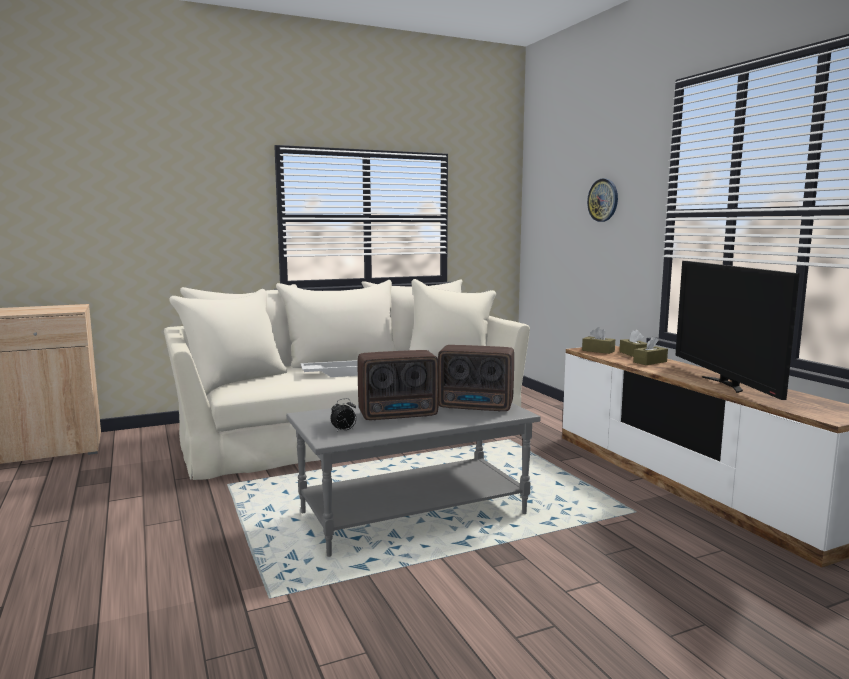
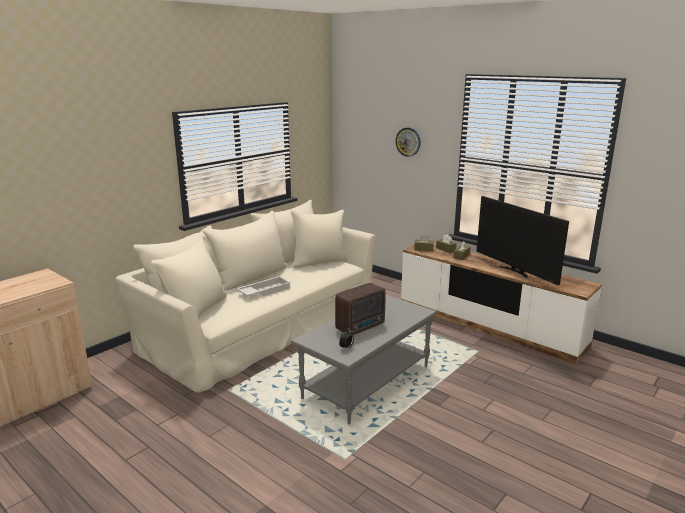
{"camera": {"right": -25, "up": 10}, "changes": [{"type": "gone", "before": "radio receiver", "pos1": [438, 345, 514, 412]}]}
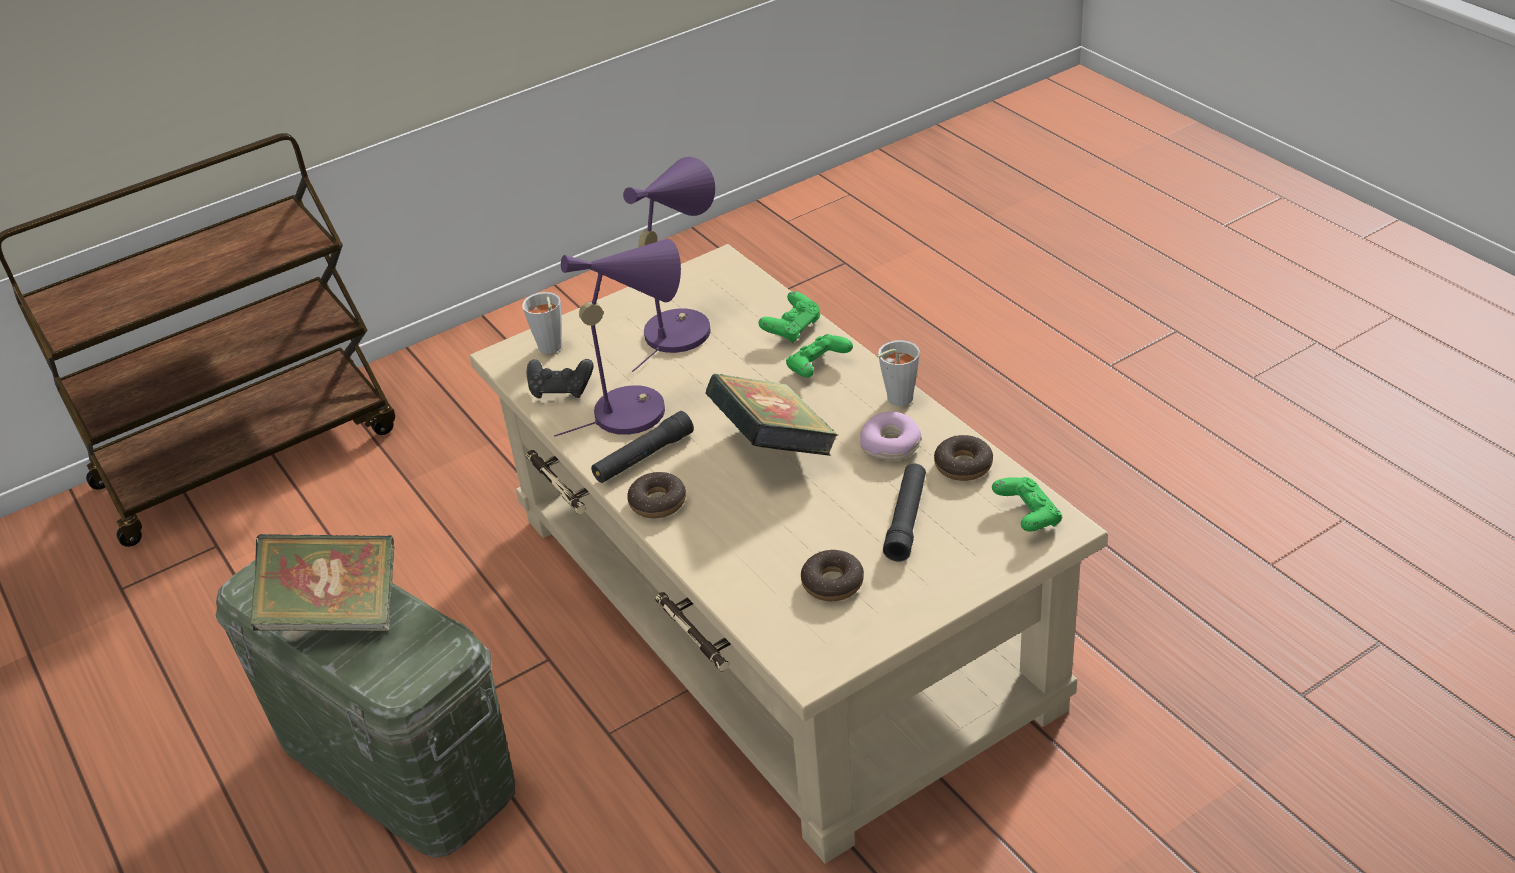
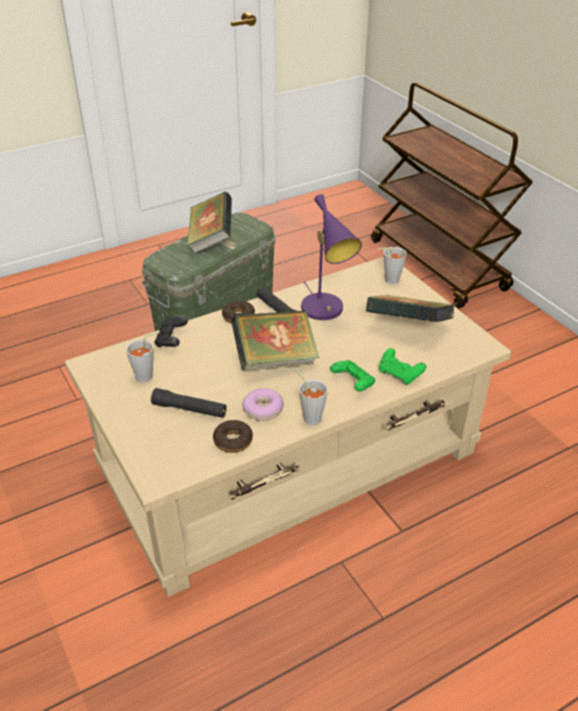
{"camera": {"right": 90, "up": 0}, "changes": [{"type": "swapped", "before": "tabletop lamp/purple", "after": "book", "pos1": [623, 157, 715, 372], "pos2": [366, 295, 455, 322]}, {"type": "shifted", "before": "game controller/black", "pos1": [527, 359, 593, 398], "pos2": [154, 317, 188, 348]}, {"type": "gone", "before": "game controller/greenish", "pos1": [992, 477, 1062, 532]}, {"type": "swapped", "before": "ring doughnut", "after": "cup/gray", "pos1": [801, 550, 864, 601], "pos2": [126, 331, 160, 383]}]}
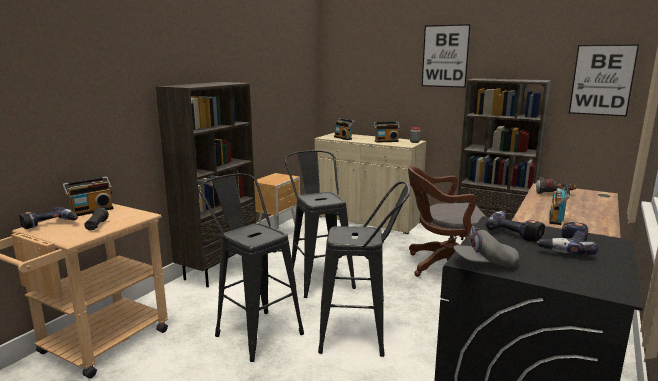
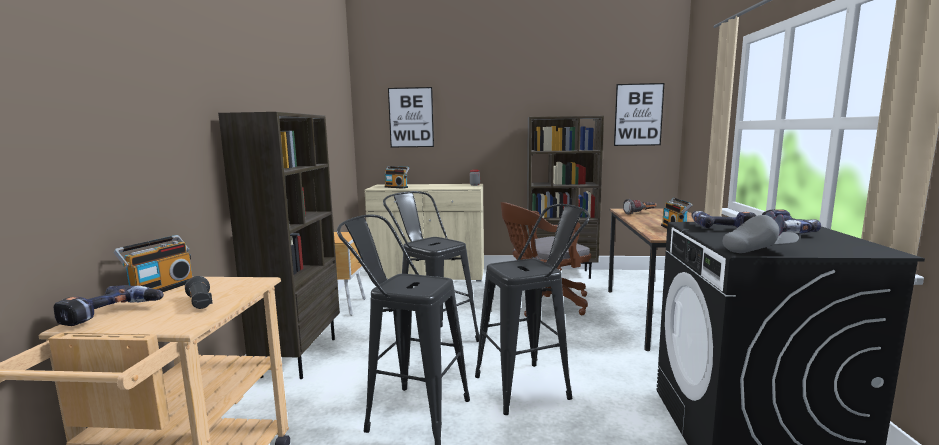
{"camera": {"right": -25, "up": -5}, "changes": [{"type": "shifted", "before": "wall picture", "pos1": [422, 24, 471, 88], "pos2": [388, 87, 434, 147]}, {"type": "gone", "before": "radio receiver", "pos1": [374, 121, 400, 143]}, {"type": "rotated", "before": "cap/gray", "pos1": [453, 226, 519, 268], "pos2": [723, 211, 799, 253], "turn": -150}]}
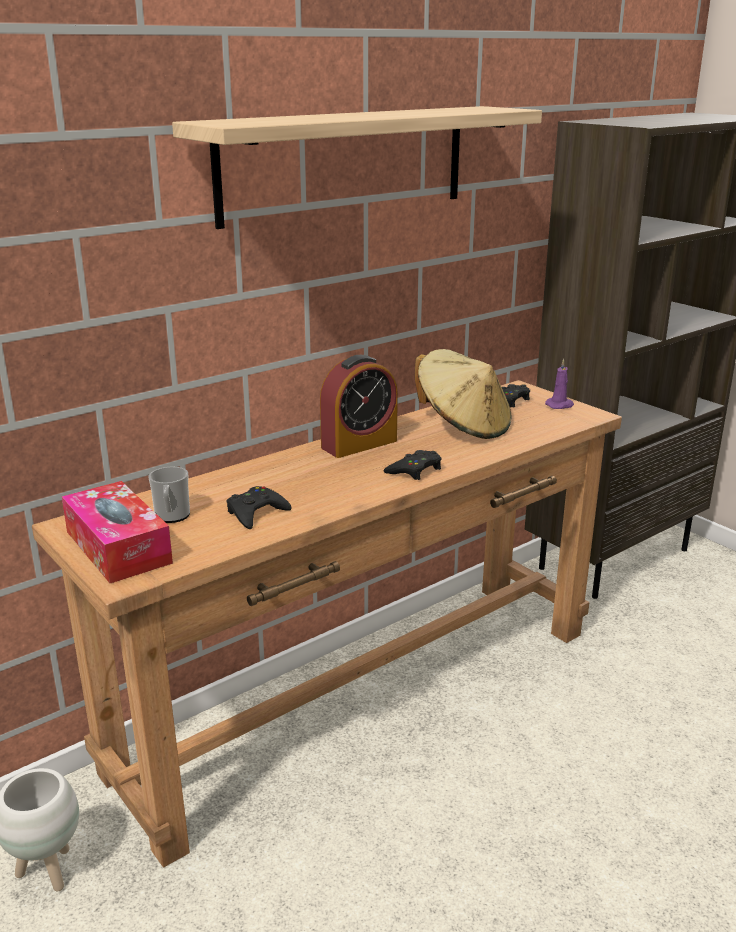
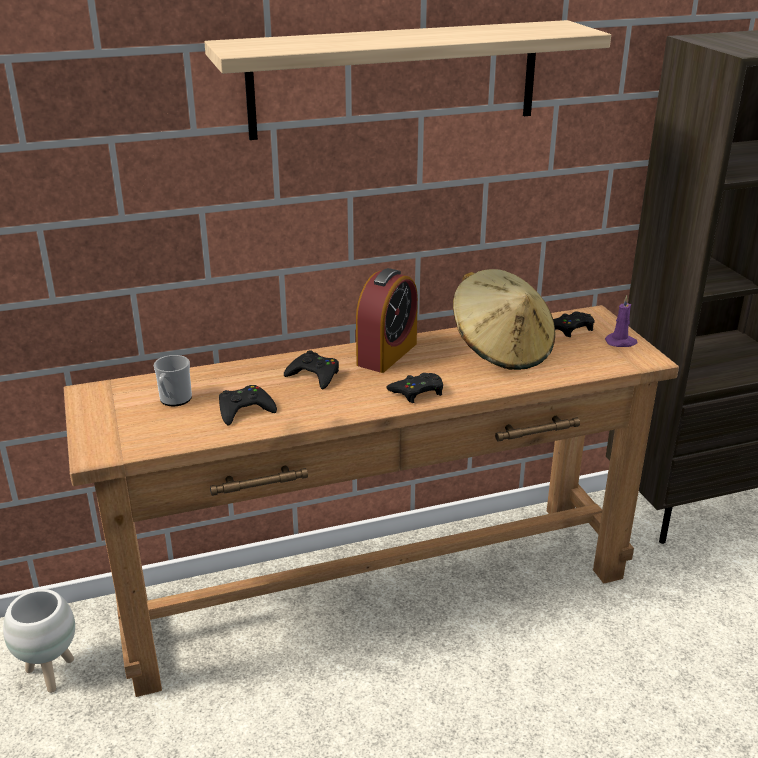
{"camera": {"right": 20, "up": 5}, "changes": [{"type": "rotated", "before": "table clock", "pos1": [320, 355, 398, 458], "pos2": [356, 268, 418, 373], "turn": -45}, {"type": "gone", "before": "box of tissues", "pos1": [61, 481, 173, 583]}, {"type": "new", "after": "game controller/black", "pos2": [284, 350, 339, 389]}]}
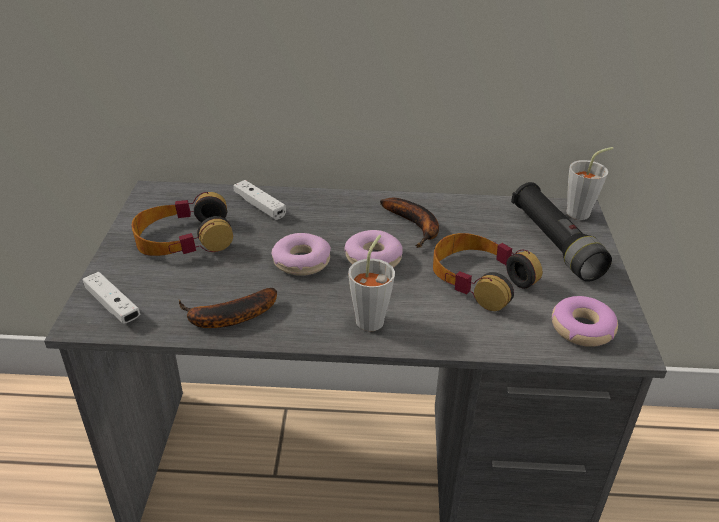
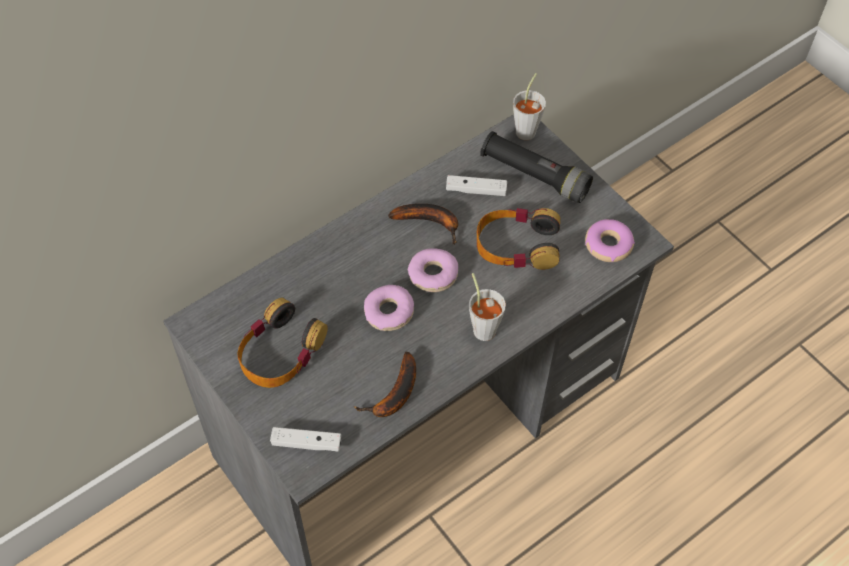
{"camera": {"right": -40, "up": 20}, "changes": [{"type": "shifted", "before": "game controller/white-coloured", "pos1": [233, 180, 286, 220], "pos2": [446, 175, 507, 196]}]}
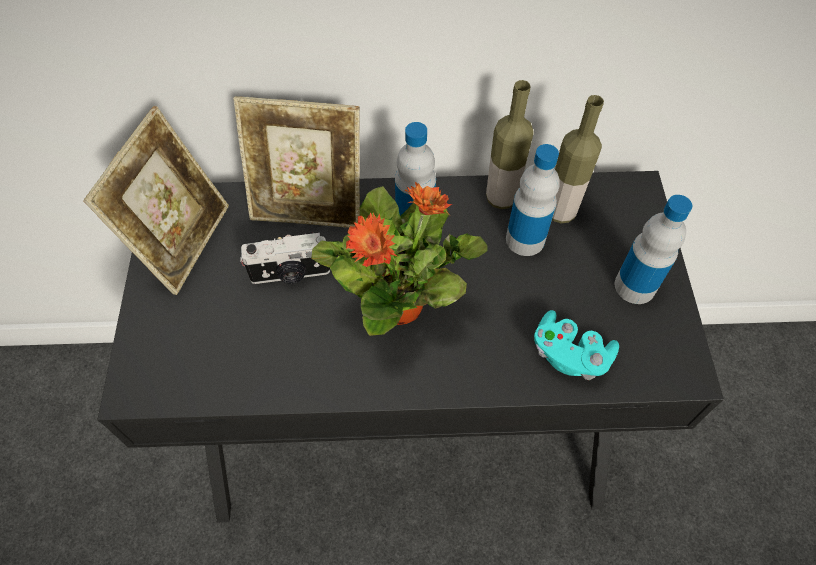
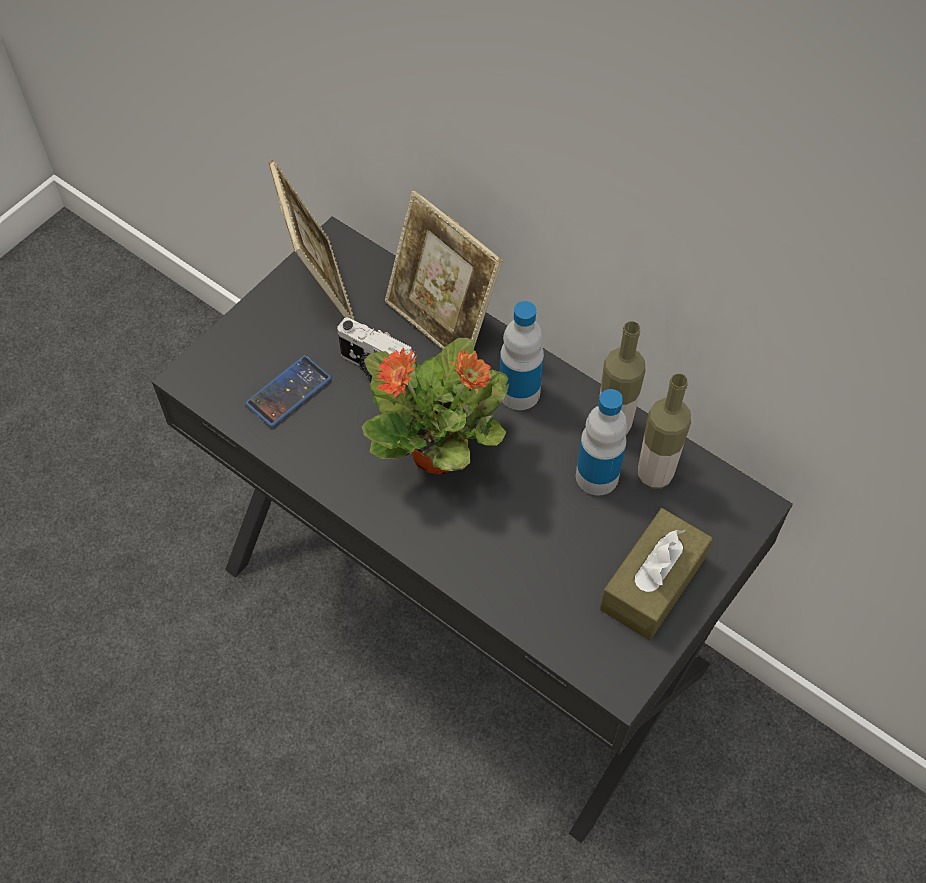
{"camera": {"right": 40, "up": 0}, "changes": [{"type": "rotated", "before": "picture frame", "pos1": [83, 106, 229, 295], "pos2": [269, 160, 354, 320], "turn": -75}, {"type": "swapped", "before": "drink bottle", "after": "box of tissues/brownish", "pos1": [615, 195, 692, 304], "pos2": [600, 508, 713, 640]}, {"type": "gone", "before": "game controller/turquoise", "pos1": [534, 310, 619, 380]}, {"type": "new", "after": "telephone", "pos2": [245, 355, 332, 427]}]}
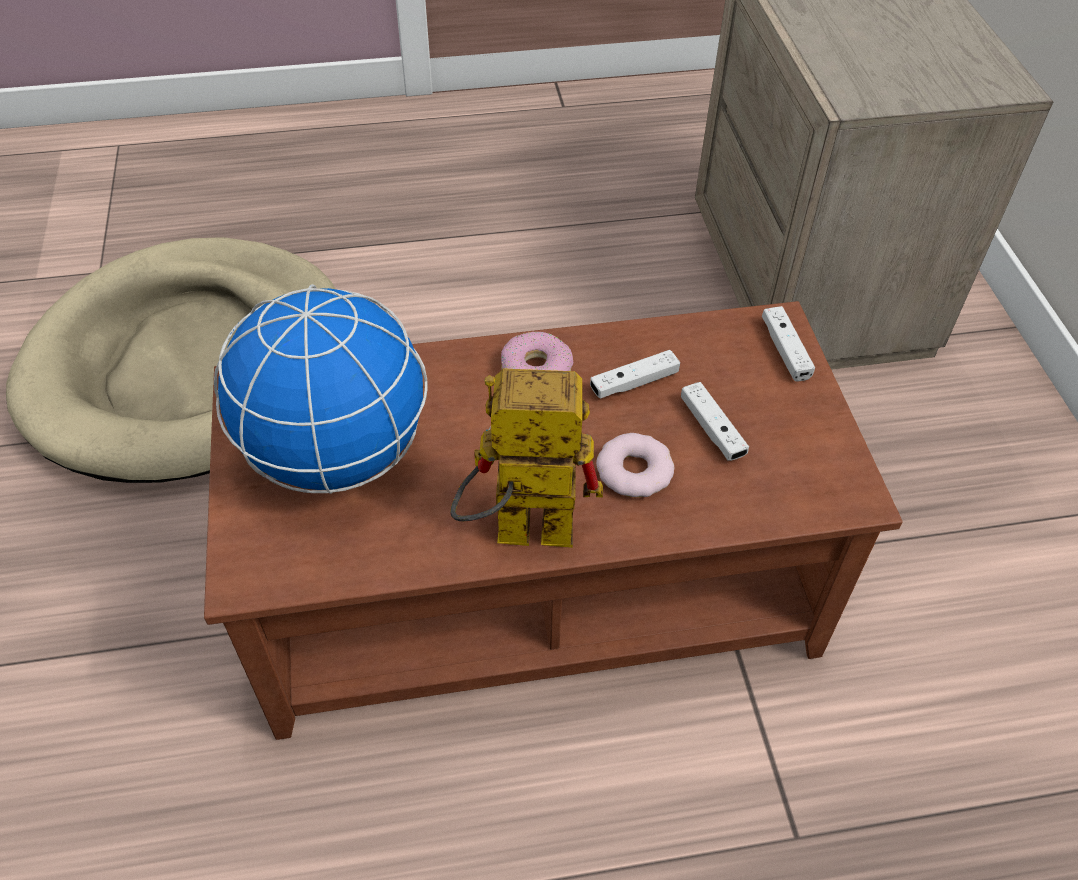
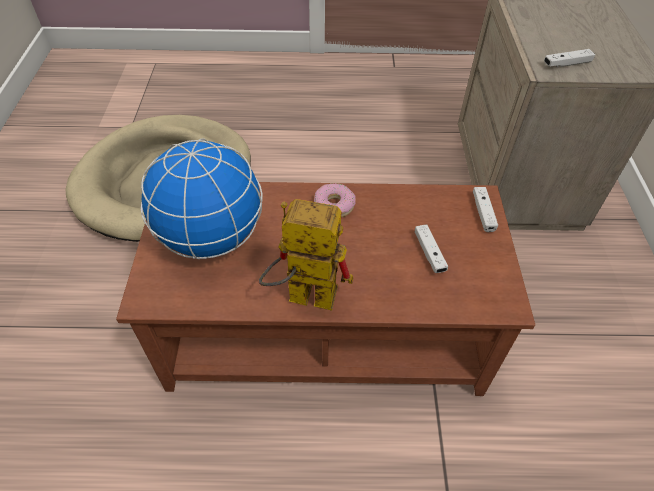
{"camera": {"right": 10, "up": 0}, "changes": [{"type": "shifted", "before": "game controller/white-coloured", "pos1": [590, 350, 680, 399], "pos2": [544, 49, 595, 67]}, {"type": "gone", "before": "ring doughnut", "pos1": [596, 433, 674, 497]}]}
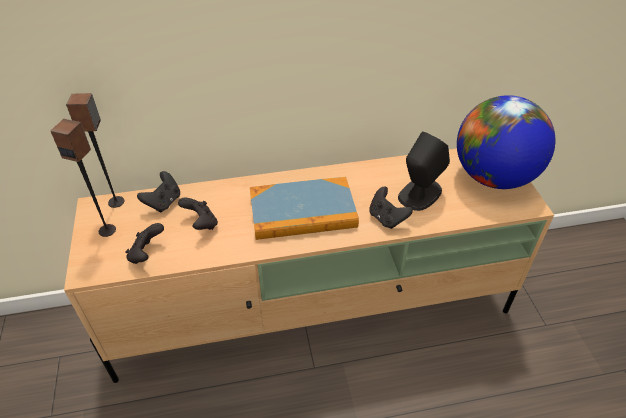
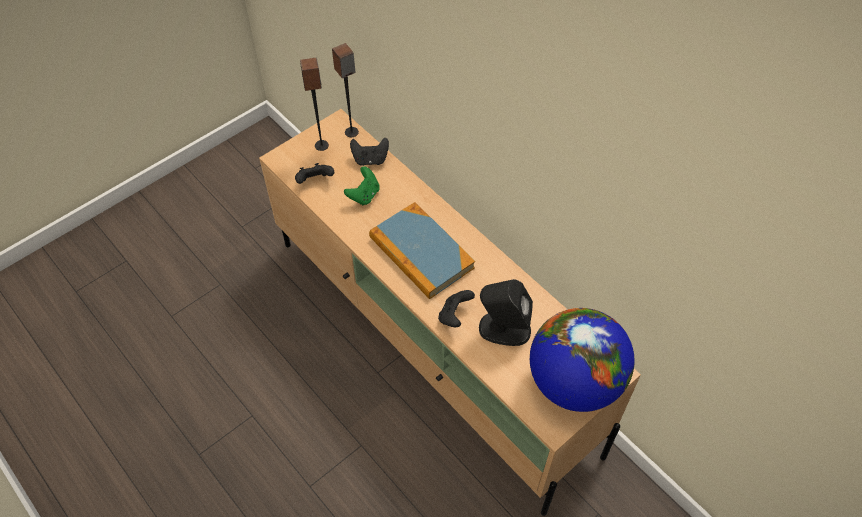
{"camera": {"right": 60, "up": 10}, "changes": [{"type": "repainted", "before": "game controller/black", "after": "game controller/greenish", "pos1": [178, 198, 218, 230], "pos2": [344, 166, 380, 205]}]}
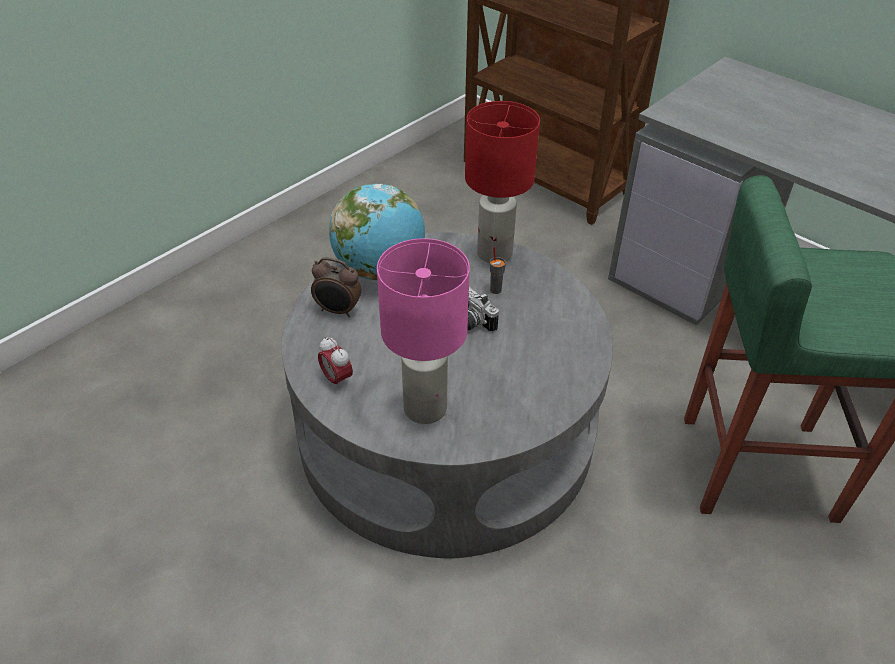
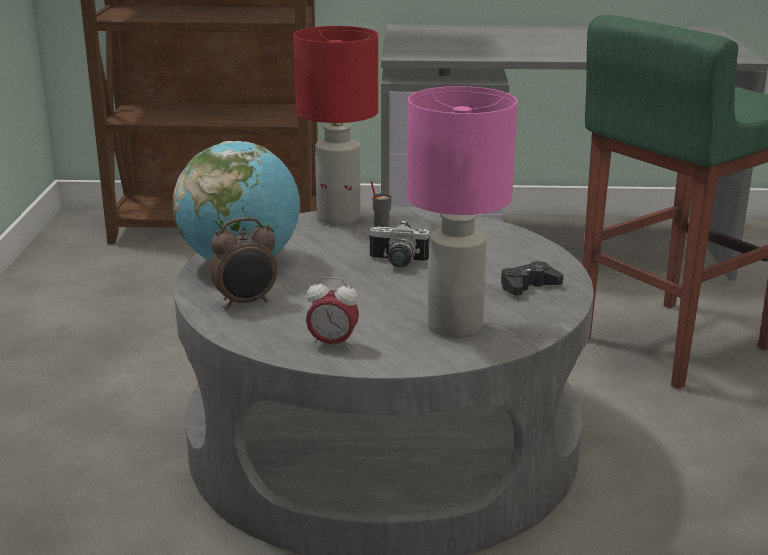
{"camera": {"right": -40, "up": -20}, "changes": [{"type": "new", "after": "game controller/black", "pos2": [501, 261, 563, 296]}]}
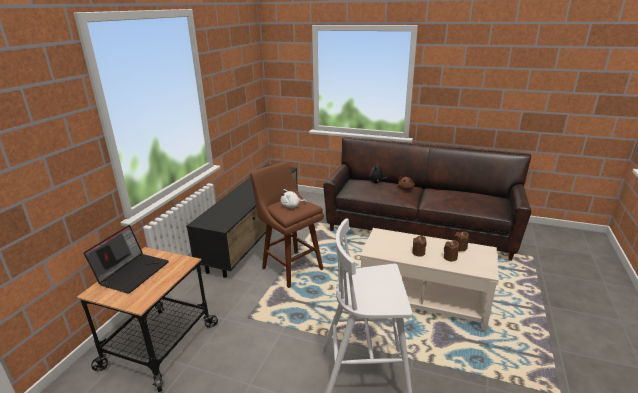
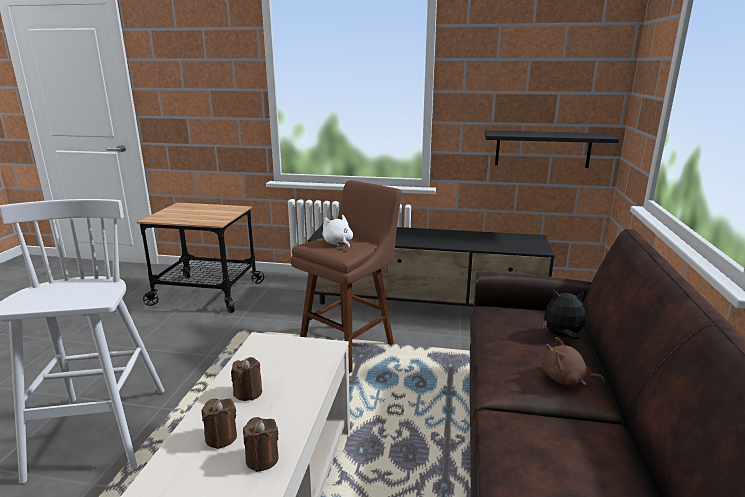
{"camera": {"right": 80, "up": -5}, "changes": [{"type": "gone", "before": "laptop", "pos1": [84, 225, 169, 294]}, {"type": "new", "after": "bracket shelf/black", "pos2": [484, 130, 619, 168]}]}
